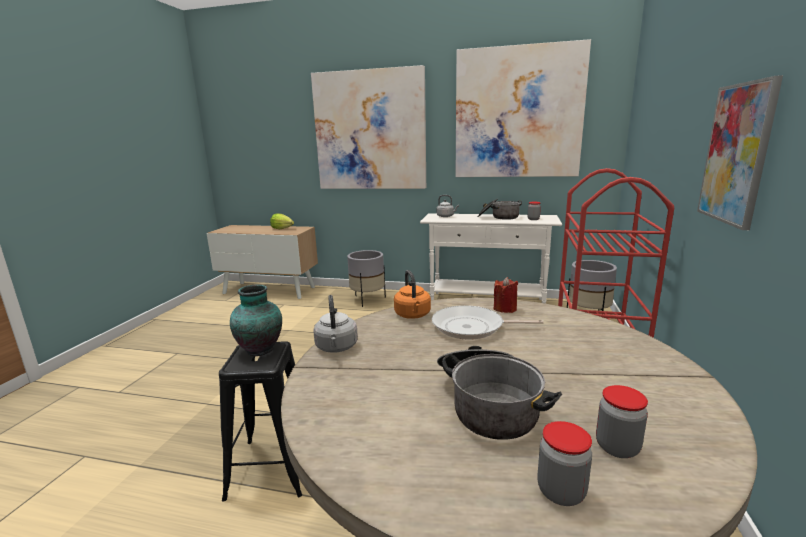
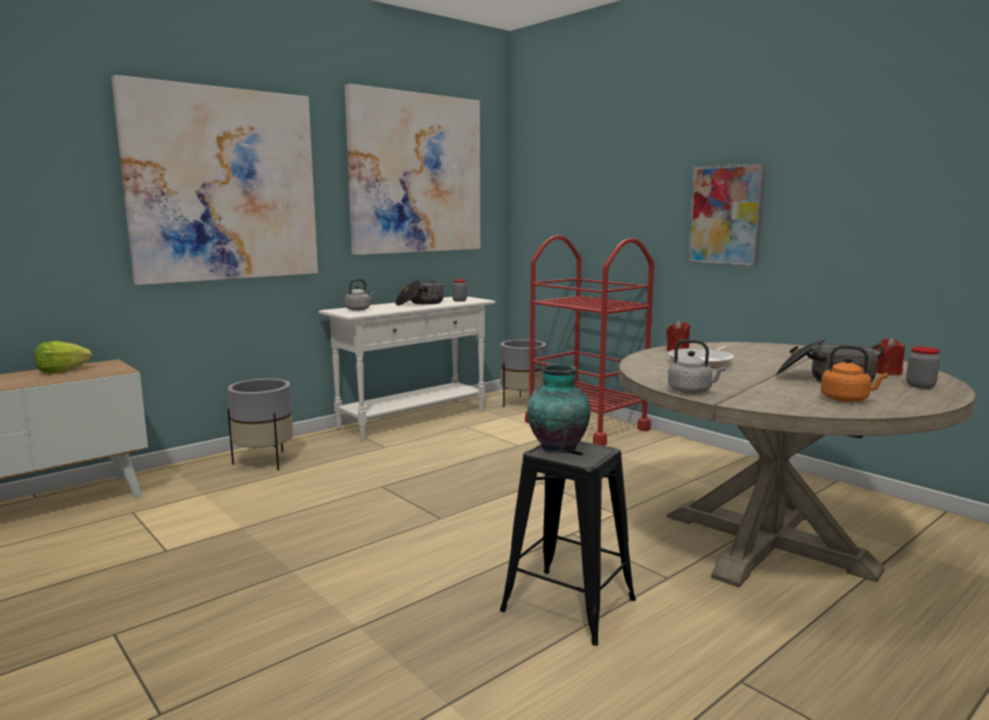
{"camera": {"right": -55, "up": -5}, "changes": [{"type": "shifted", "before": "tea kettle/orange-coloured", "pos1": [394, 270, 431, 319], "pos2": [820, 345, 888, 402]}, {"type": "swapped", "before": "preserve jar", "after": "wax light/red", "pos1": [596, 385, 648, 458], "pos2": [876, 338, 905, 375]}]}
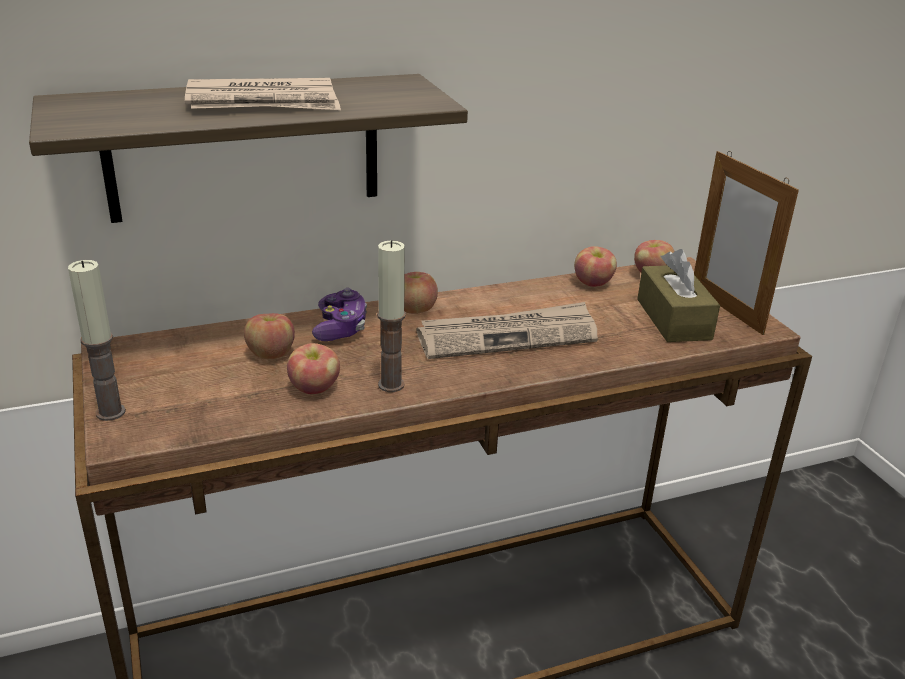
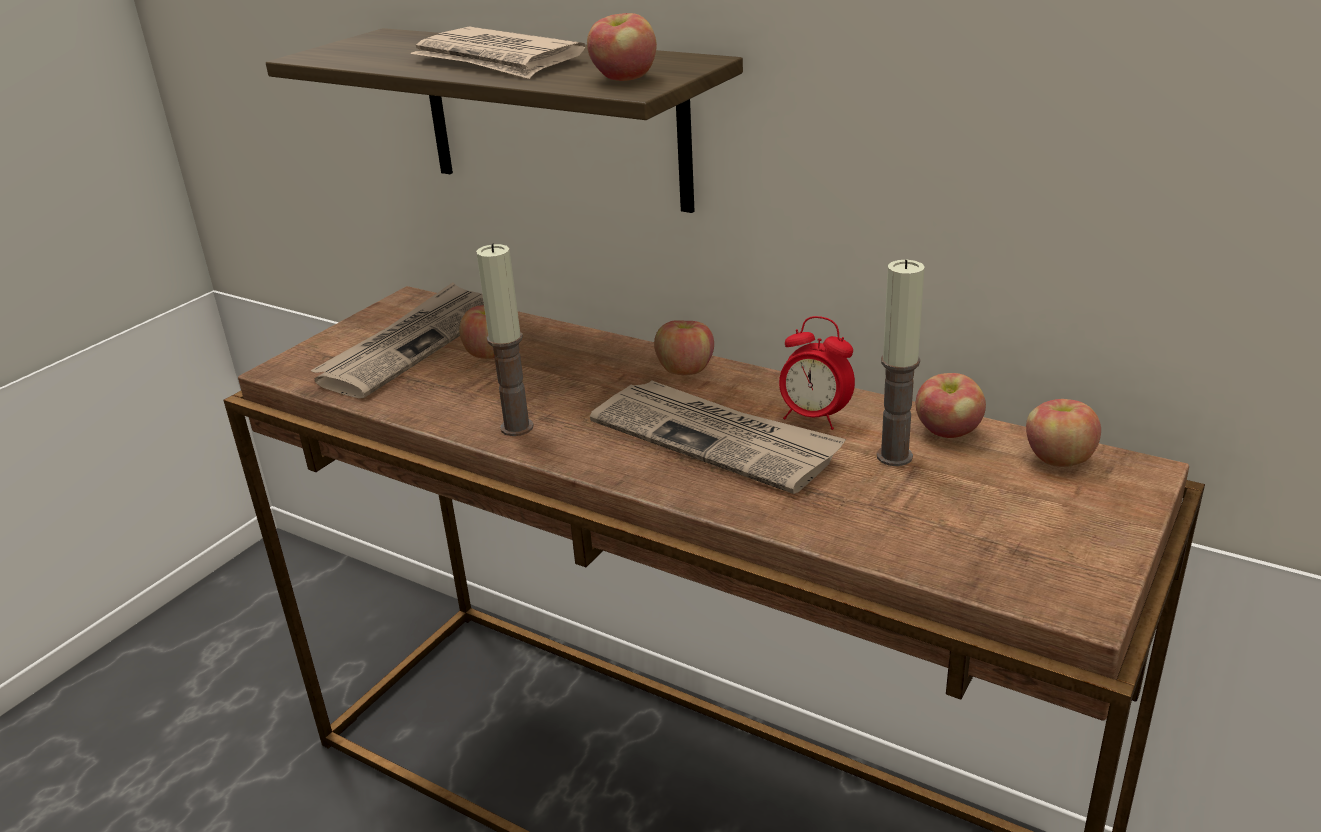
{"camera": {"right": 55, "up": 0}, "changes": [{"type": "gone", "before": "picture frame", "pos1": [694, 151, 799, 335]}, {"type": "gone", "before": "box of tissues/brownish", "pos1": [637, 249, 720, 342]}, {"type": "shifted", "before": "wax light", "pos1": [68, 260, 126, 421], "pos2": [877, 260, 925, 466]}, {"type": "gone", "before": "game controller", "pos1": [312, 288, 367, 341]}, {"type": "shifted", "before": "apple", "pos1": [287, 343, 340, 394], "pos2": [587, 13, 657, 81]}, {"type": "new", "after": "newspaper", "pos2": [311, 282, 484, 399]}, {"type": "new", "after": "table clock", "pos2": [779, 316, 855, 430]}]}
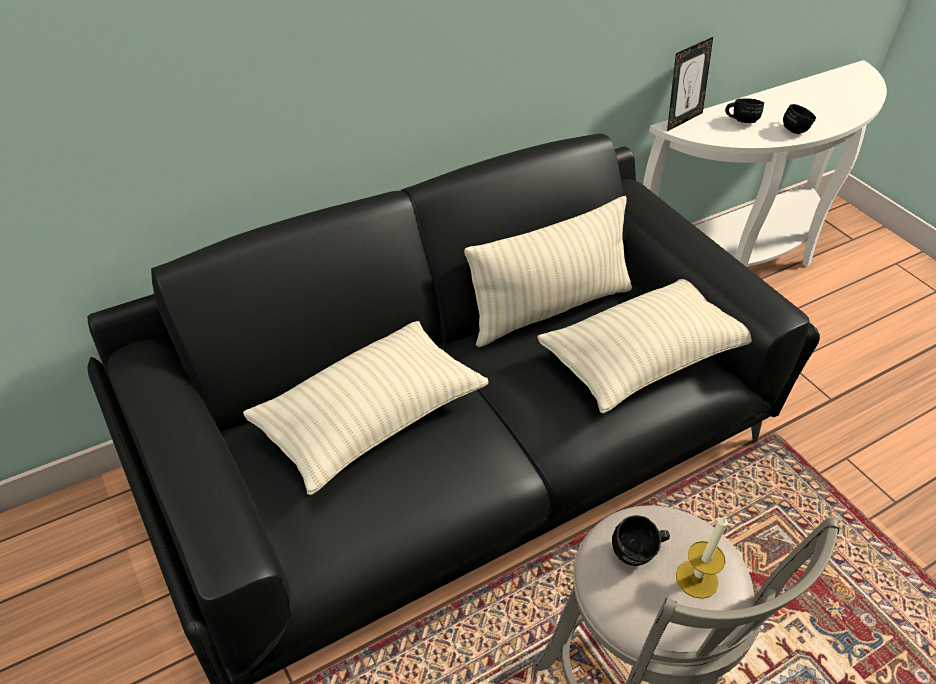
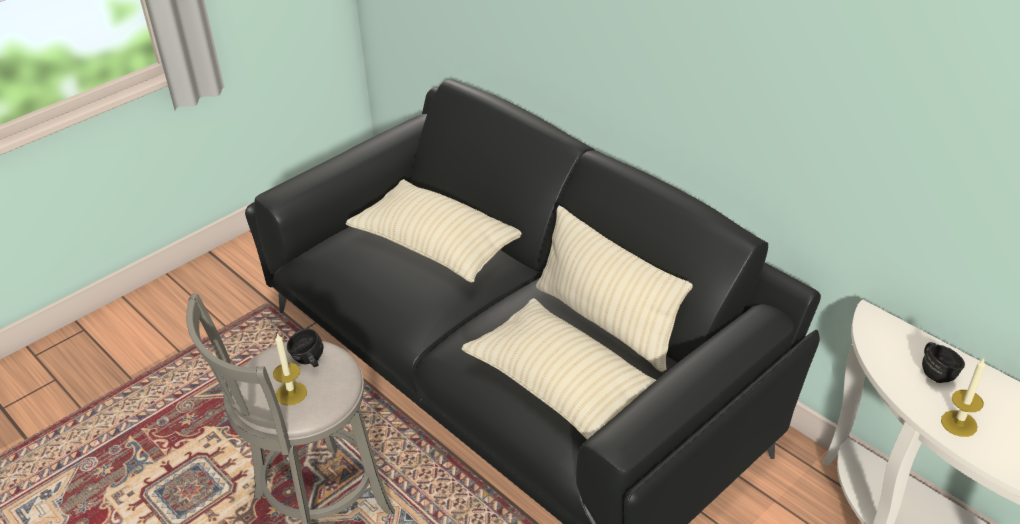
{"camera": {"right": 80, "up": -5}, "changes": [{"type": "gone", "before": "picture frame", "pos1": [667, 37, 713, 131]}, {"type": "swapped", "before": "coffee mug/black", "after": "wax light", "pos1": [783, 104, 816, 134], "pos2": [941, 359, 986, 437]}]}
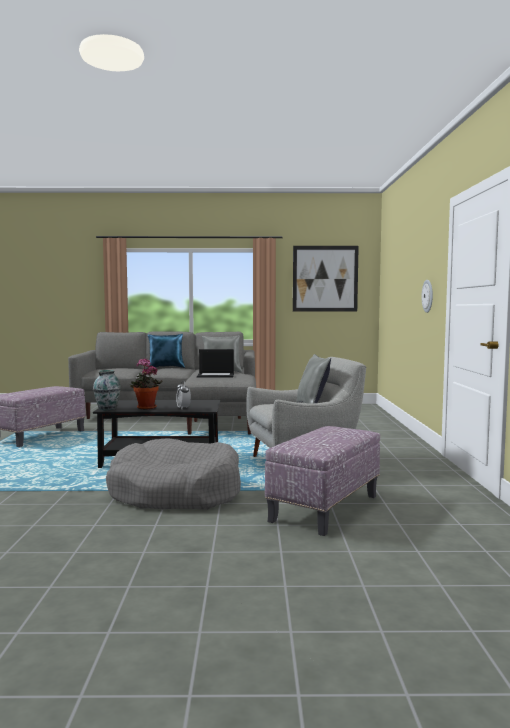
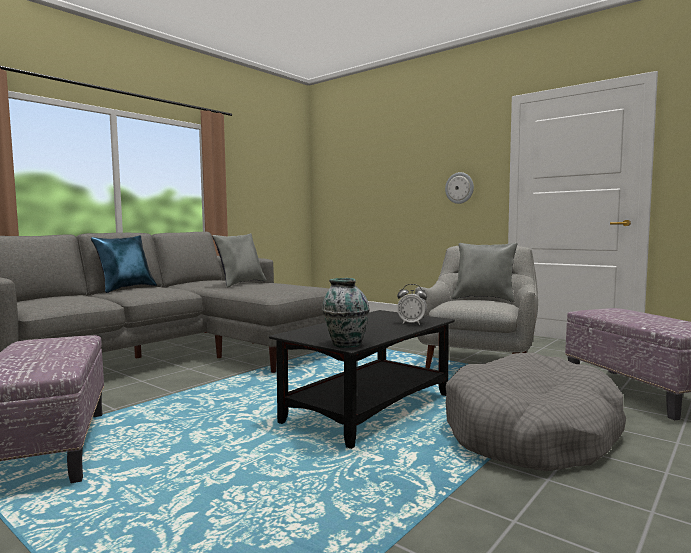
{"camera": {"right": -50, "up": 0}, "changes": [{"type": "gone", "before": "wall picture", "pos1": [293, 246, 359, 311]}, {"type": "gone", "before": "laptop", "pos1": [197, 349, 234, 378]}, {"type": "gone", "before": "potted plant", "pos1": [130, 358, 162, 410]}]}
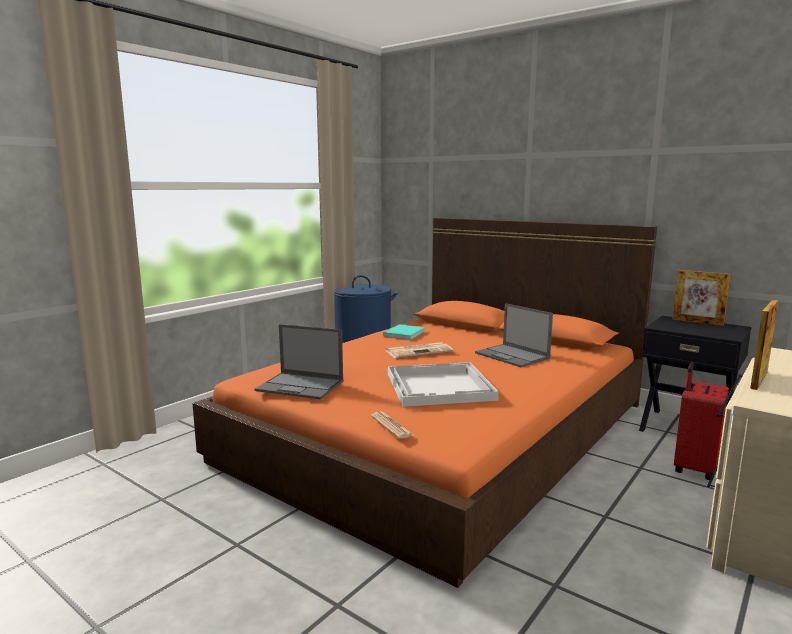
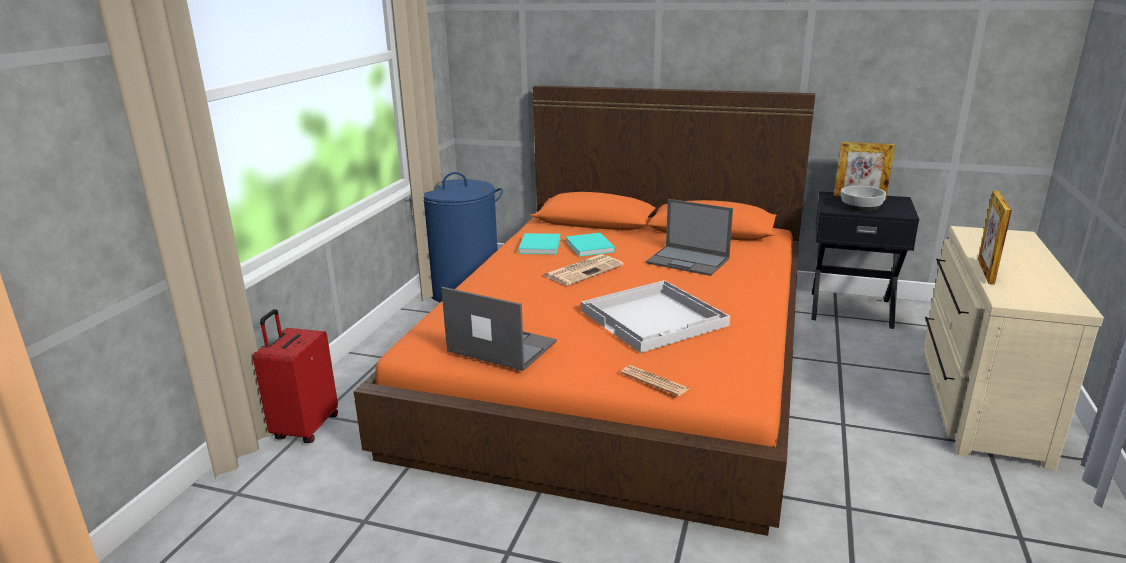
{"camera": {"right": -20, "up": 10}, "changes": [{"type": "rotated", "before": "laptop", "pos1": [255, 324, 343, 399], "pos2": [441, 287, 557, 371], "turn": -150}, {"type": "shifted", "before": "travel case/red", "pos1": [674, 362, 729, 480], "pos2": [253, 309, 338, 443]}, {"type": "new", "after": "bowl", "pos2": [841, 186, 886, 211]}, {"type": "new", "after": "book/turquoise", "pos2": [566, 233, 615, 257]}]}
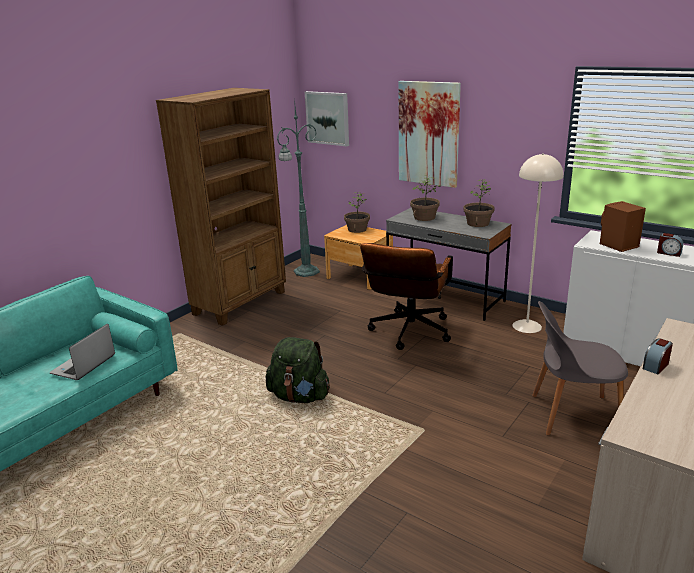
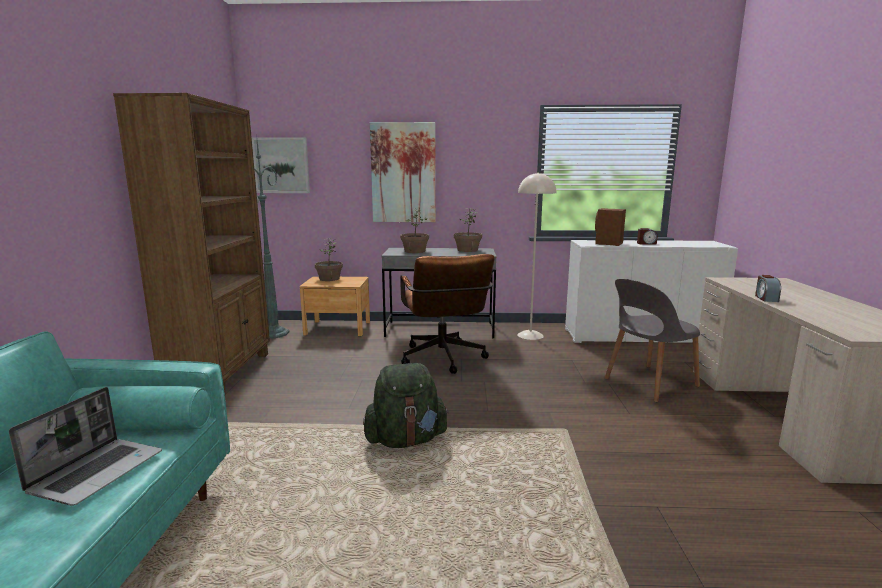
{"camera": {"right": -35, "up": -10}, "changes": [{"type": "rotated", "before": "laptop", "pos1": [50, 324, 115, 380], "pos2": [9, 387, 162, 506], "turn": -150}]}
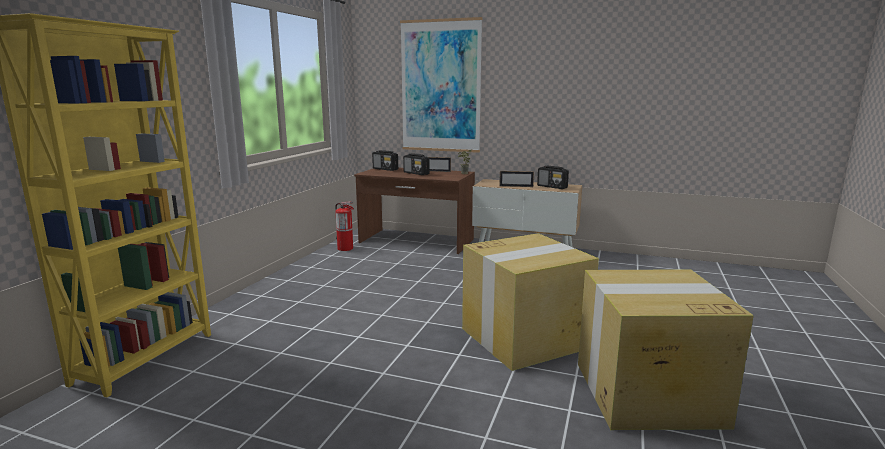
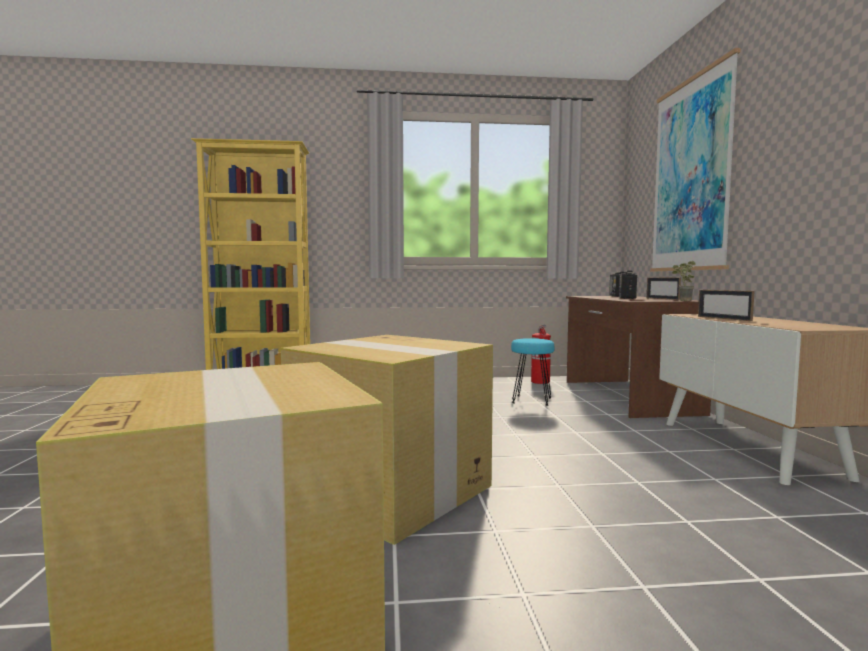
{"camera": {"right": 65, "up": -10}, "changes": [{"type": "gone", "before": "radio receiver", "pos1": [537, 166, 569, 189]}, {"type": "new", "after": "stool/turquoise", "pos2": [511, 338, 554, 406]}]}
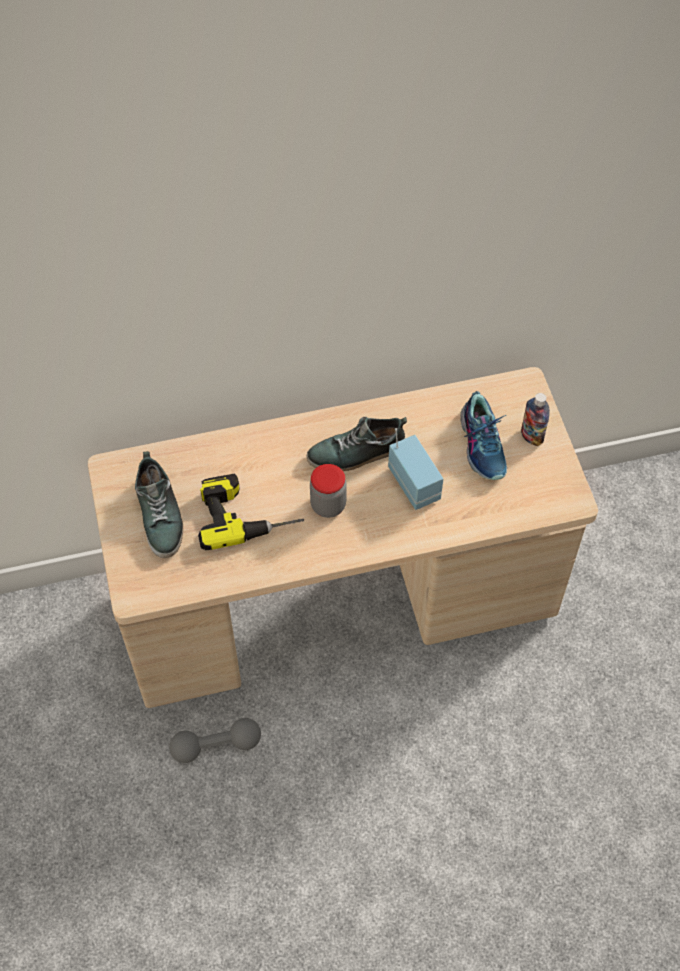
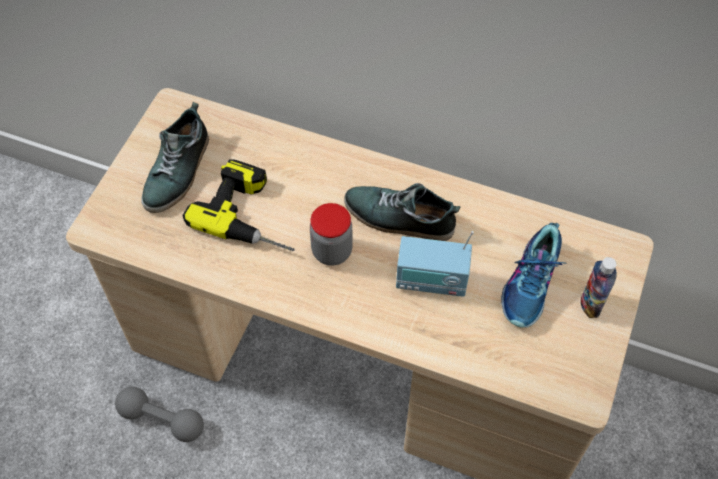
{"camera": {"right": 35, "up": 0}, "changes": [{"type": "rotated", "before": "radio receiver", "pos1": [388, 428, 443, 510], "pos2": [396, 231, 474, 297], "turn": 90}]}
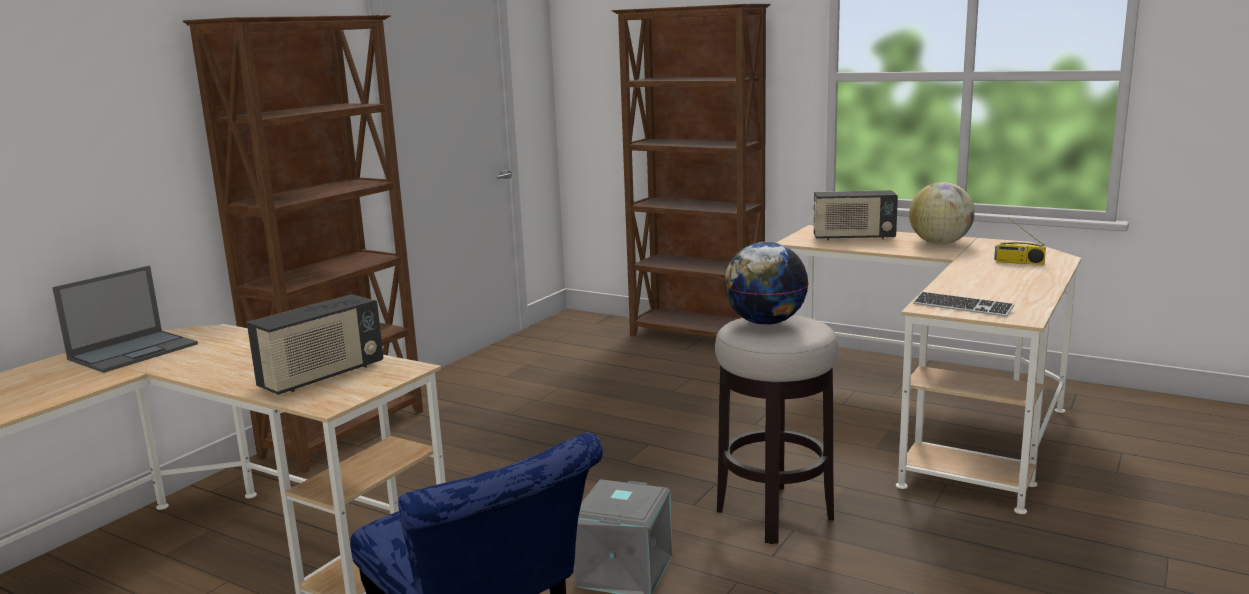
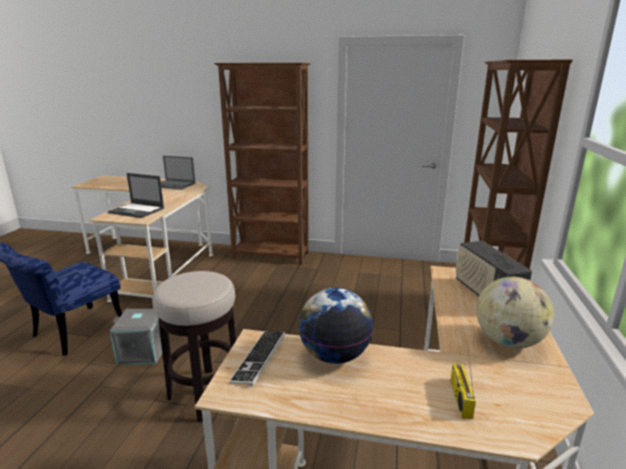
{"camera": {"right": 70, "up": 5}, "changes": [{"type": "shifted", "before": "desk globe", "pos1": [724, 242, 809, 325], "pos2": [298, 288, 373, 364]}, {"type": "swapped", "before": "radio receiver", "after": "laptop", "pos1": [247, 294, 383, 395], "pos2": [108, 173, 164, 218]}]}
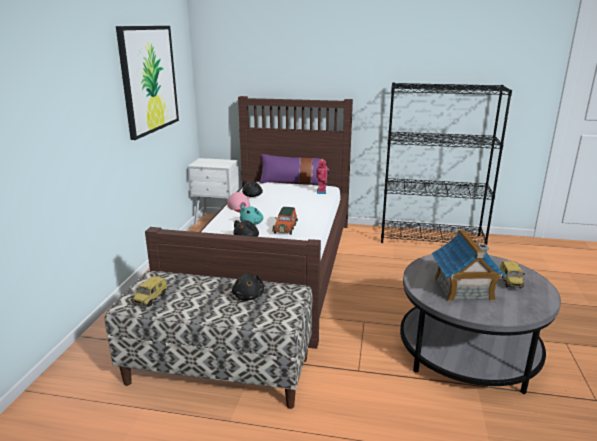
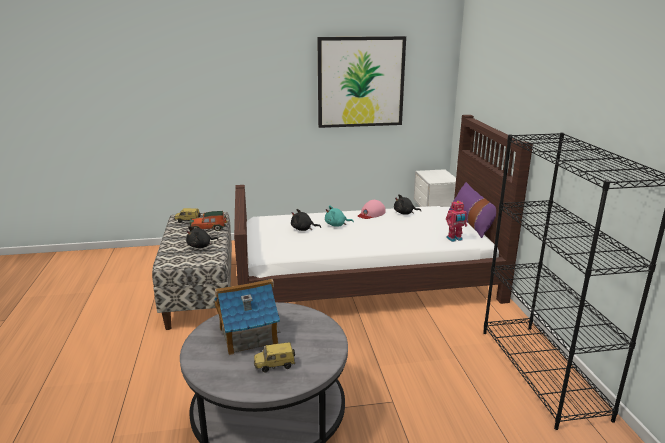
{"camera": {"right": 70, "up": 0}, "changes": [{"type": "shifted", "before": "model car", "pos1": [272, 207, 298, 235], "pos2": [190, 211, 227, 231]}]}
